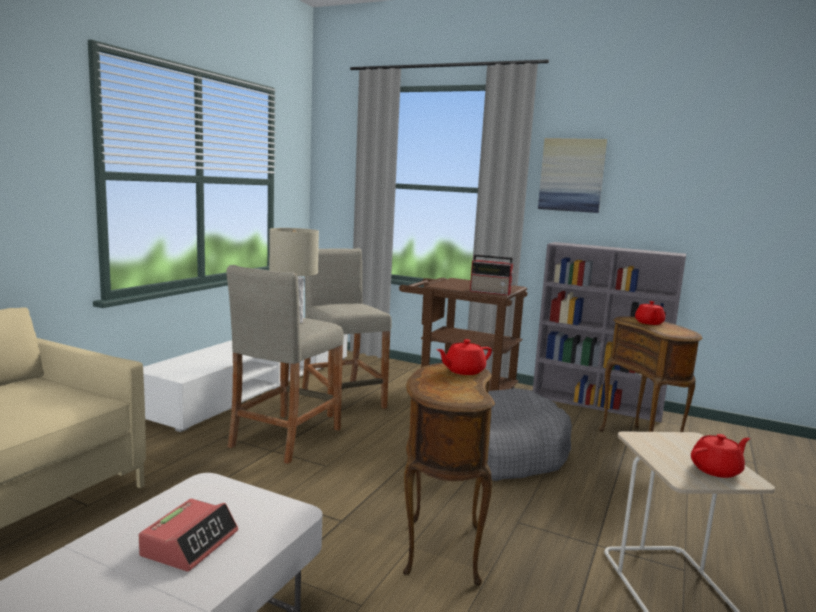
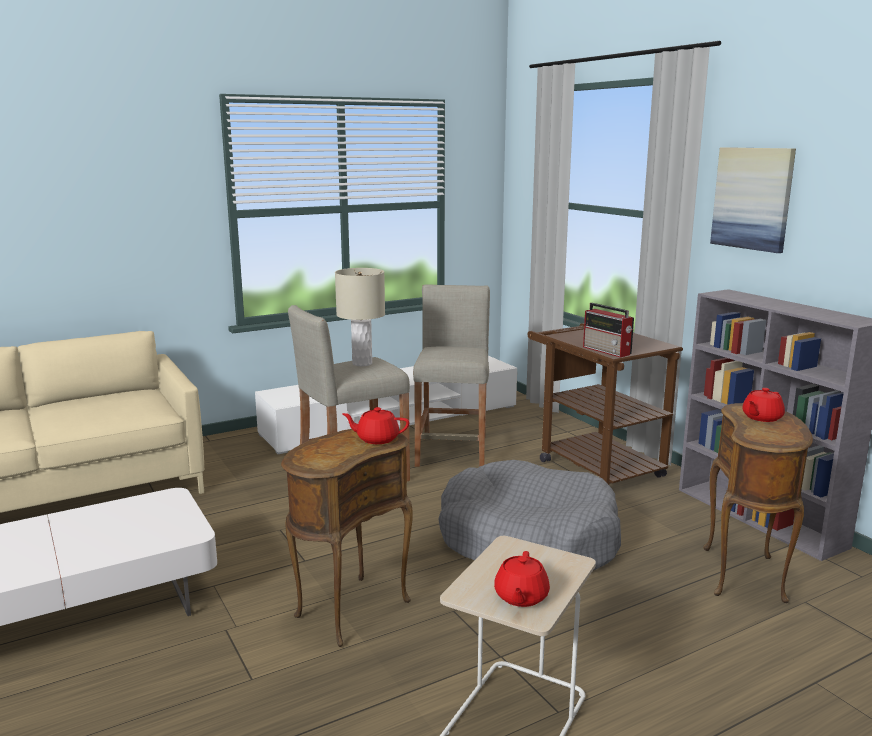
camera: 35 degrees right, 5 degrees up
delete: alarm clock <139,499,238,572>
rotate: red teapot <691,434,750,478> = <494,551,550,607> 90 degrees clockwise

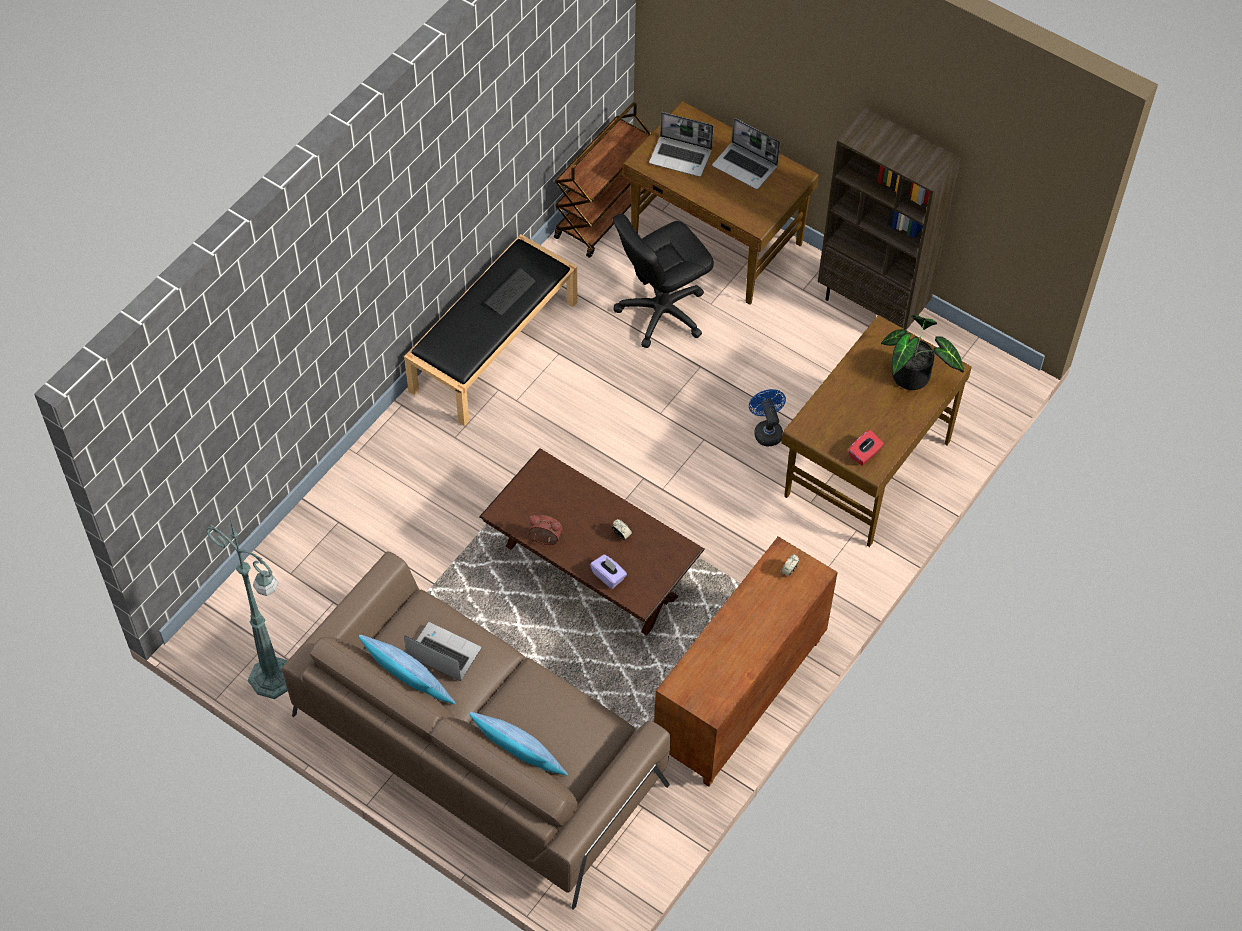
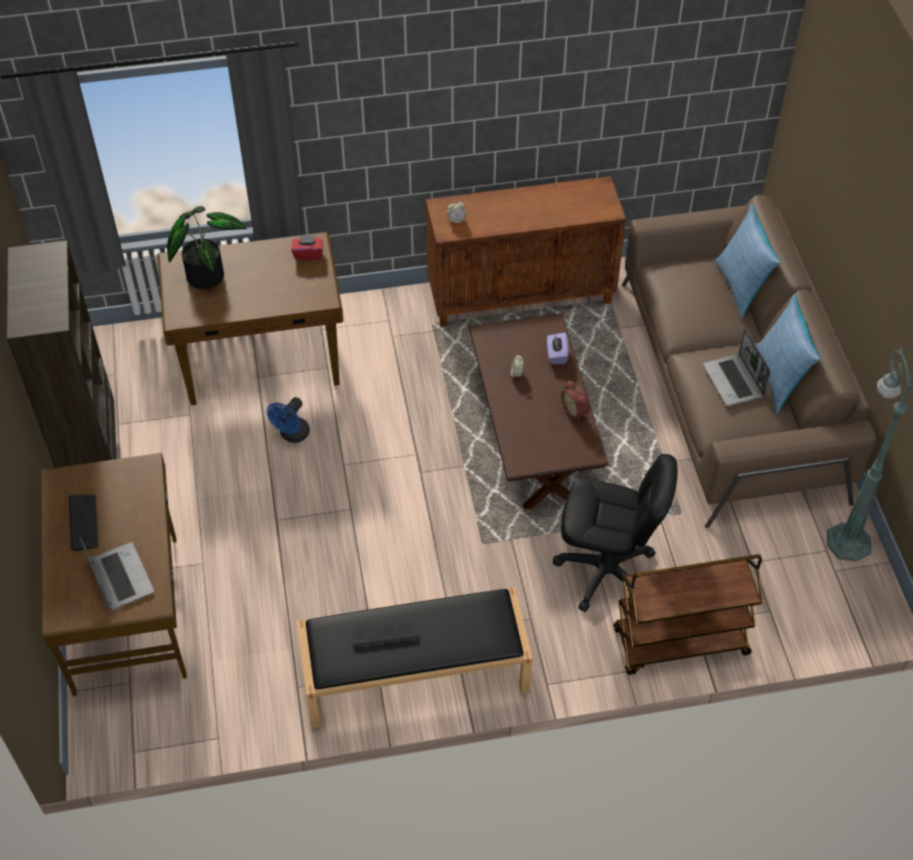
camera: 135 degrees left, 5 degrees down
move: brown cart <554,102,651,258> to <613,555,763,675>; black office chair <613,213,714,348> to <553,454,677,612>
replace: laptop <712,118,780,189> to keyboard <69,495,98,551>

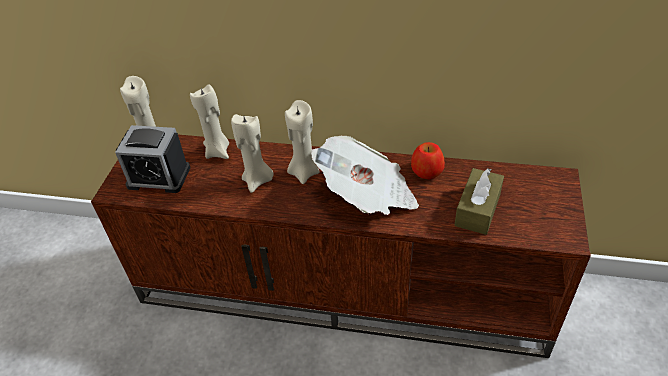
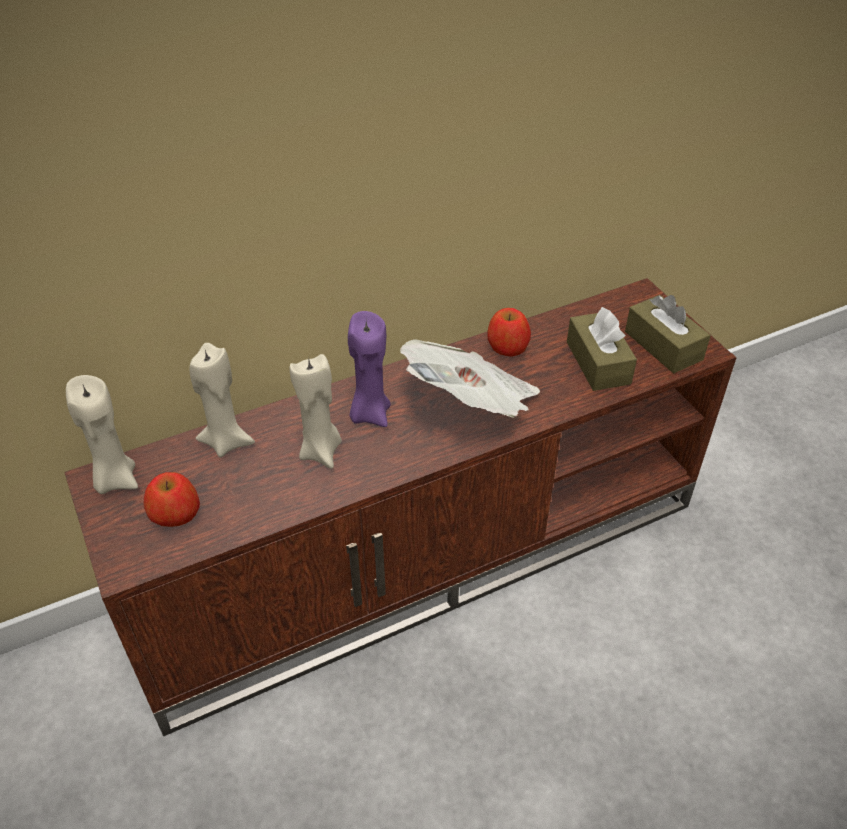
camera: 40 degrees left, 0 degrees up
insert: brown tissue box <625,295,711,373>
replace: alarm clock <115,125,190,193> to apple <144,472,200,527>
recolor: beige candle <285,100,320,184> to purple candle <348,311,391,427>

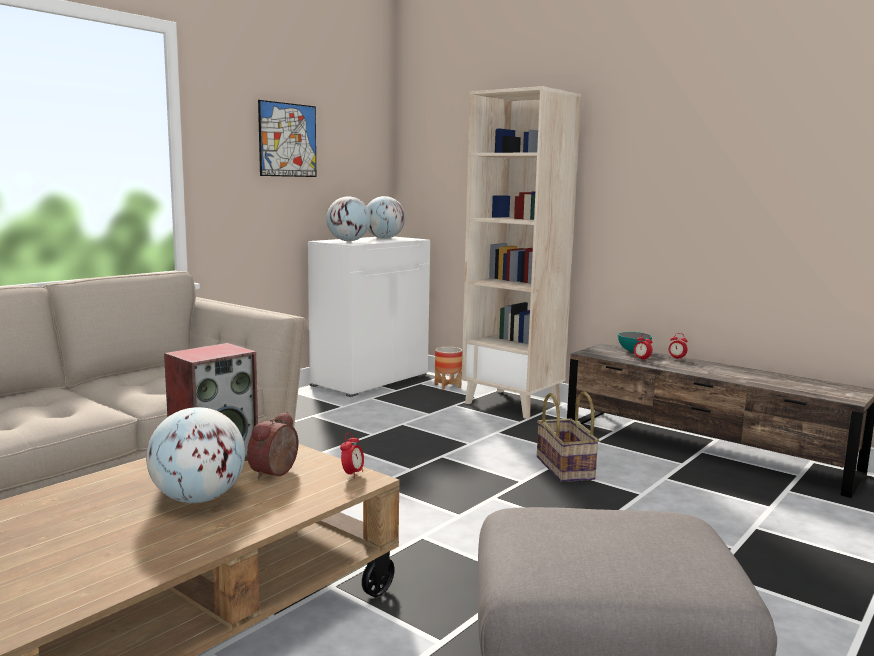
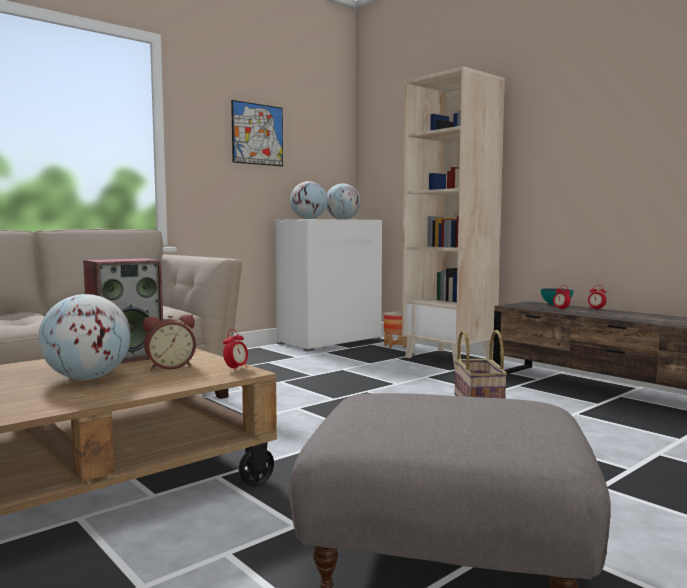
camera: 10 degrees right, 5 degrees down
rotate: alarm clock <247,412,299,480> = <143,314,196,370> 150 degrees counterclockwise

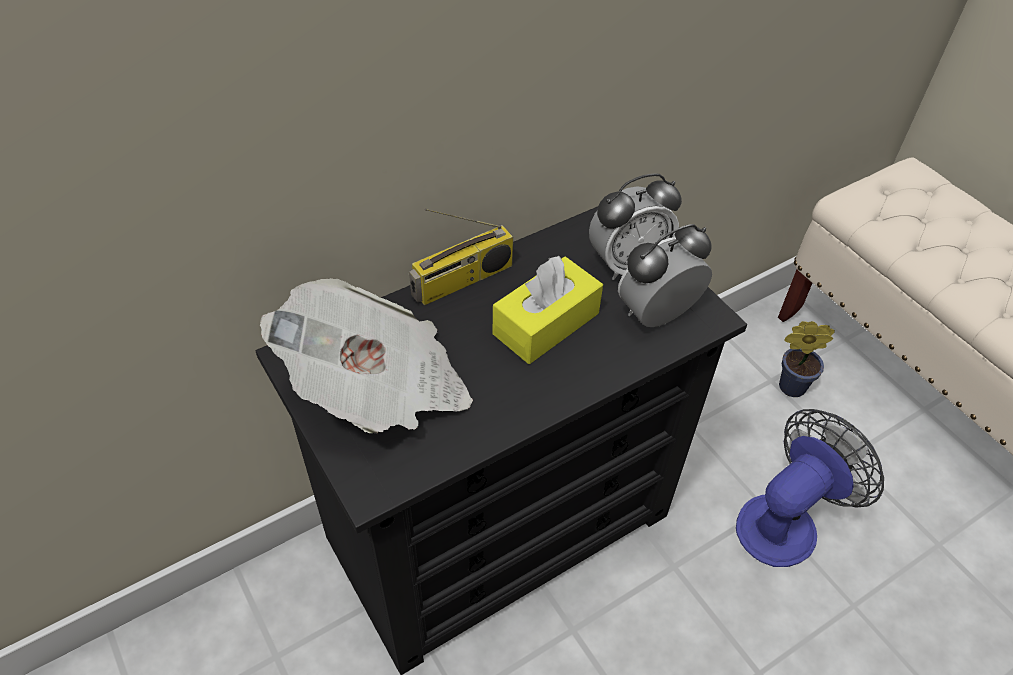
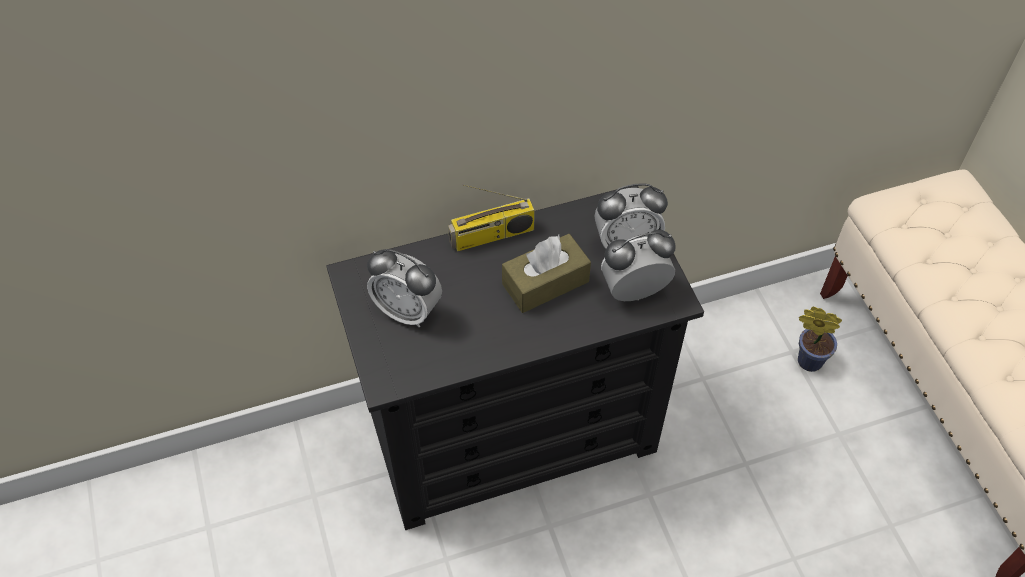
camera: 15 degrees right, 5 degrees up
delete: fan <736,409,884,567>
replace: newspaper <260,278,473,434> to alarm clock <367,249,442,328>
recolor: yellow tissue box <492,256,603,364> to brown tissue box <502,234,591,313>

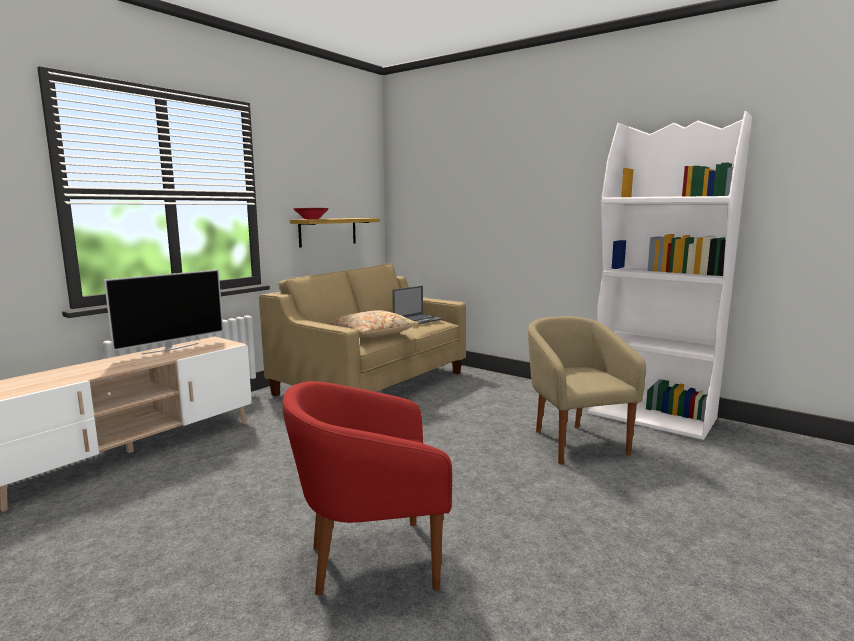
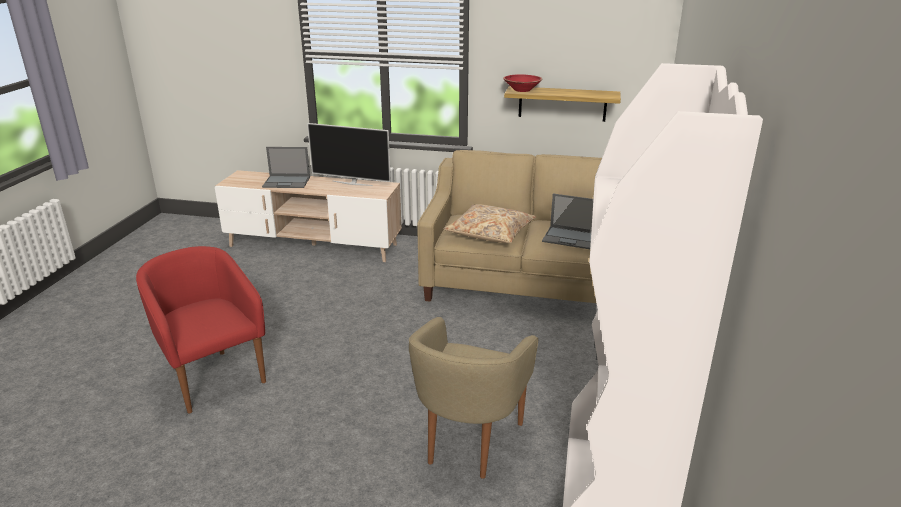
camera: 65 degrees right, 15 degrees up
insert: laptop <262,147,310,188>
rotate: beige armchair <528,316,646,465> = <409,317,538,479> 150 degrees clockwise

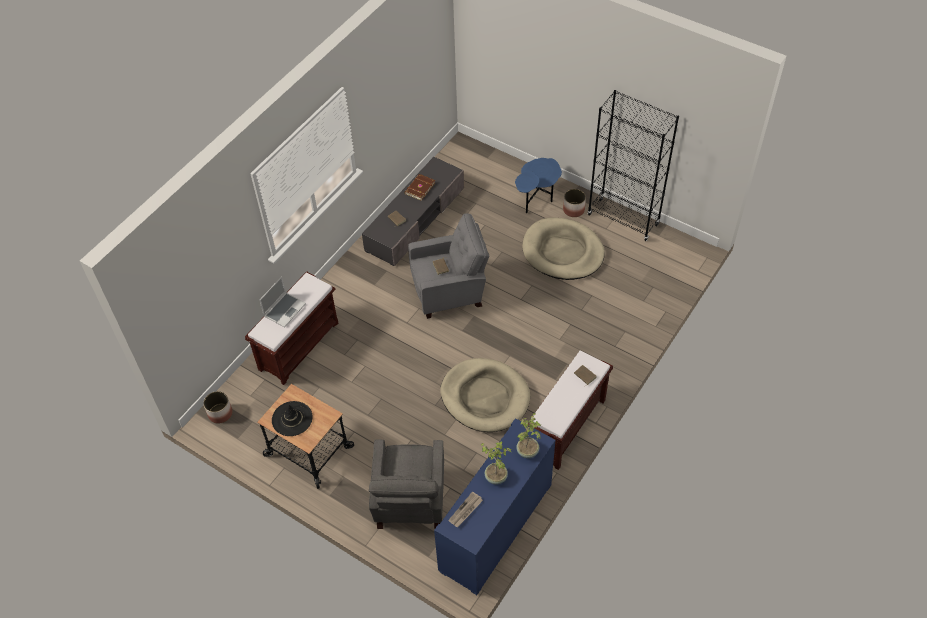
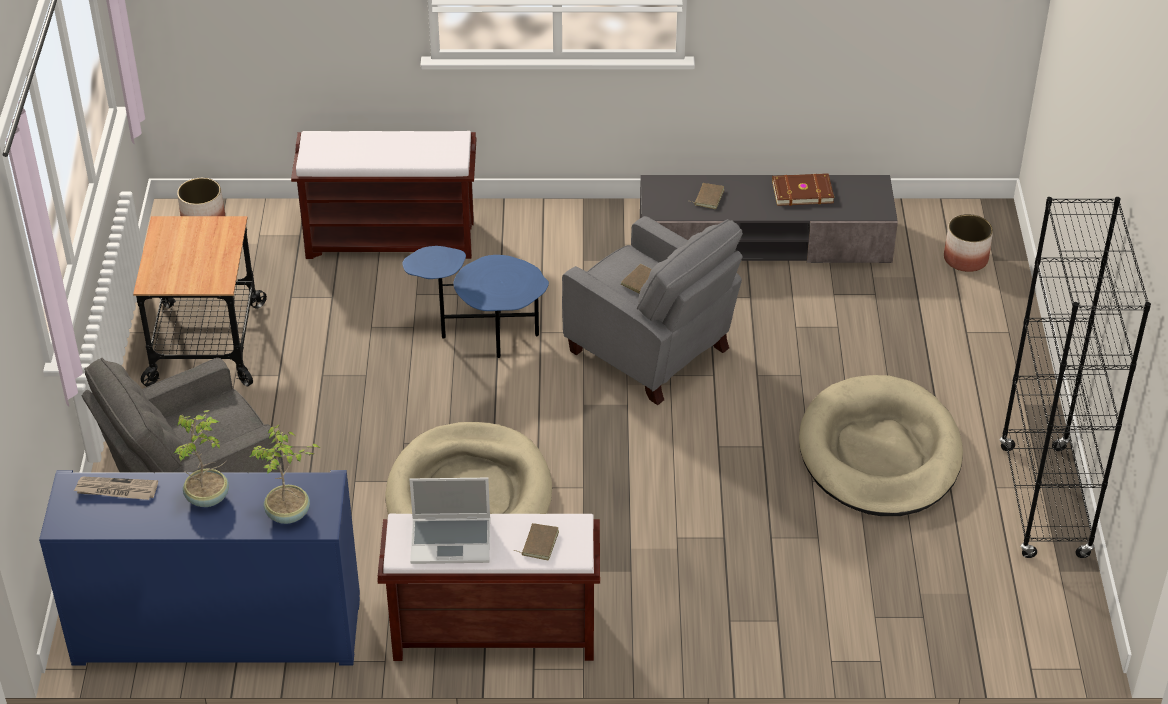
camera: 55 degrees right, 10 degrees down
delete: black hat <272,401,313,436>
move: blue side table <515,158,562,213> to <402,246,549,358>; planter <563,189,586,217> to <944,214,993,272>; laptop <259,276,306,328> to <409,478,490,564>

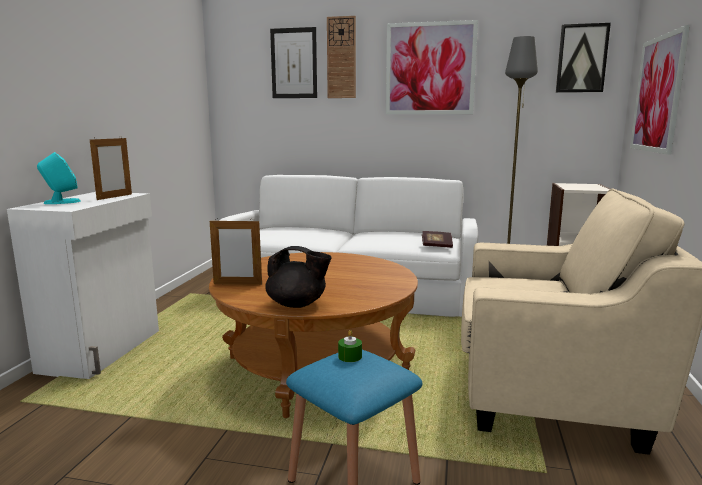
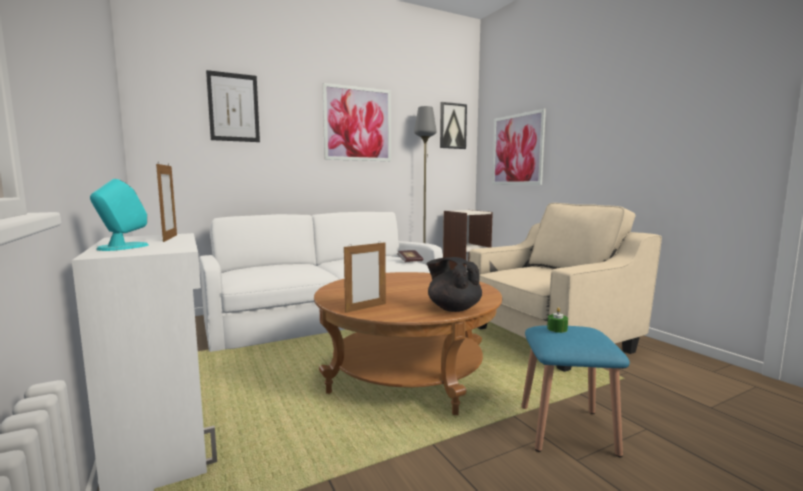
camera: 40 degrees left, 5 degrees down
delete: wall clock <327,16,356,98>
rotate: black teapot <265,246,332,308> = <426,257,482,312> 105 degrees counterclockwise

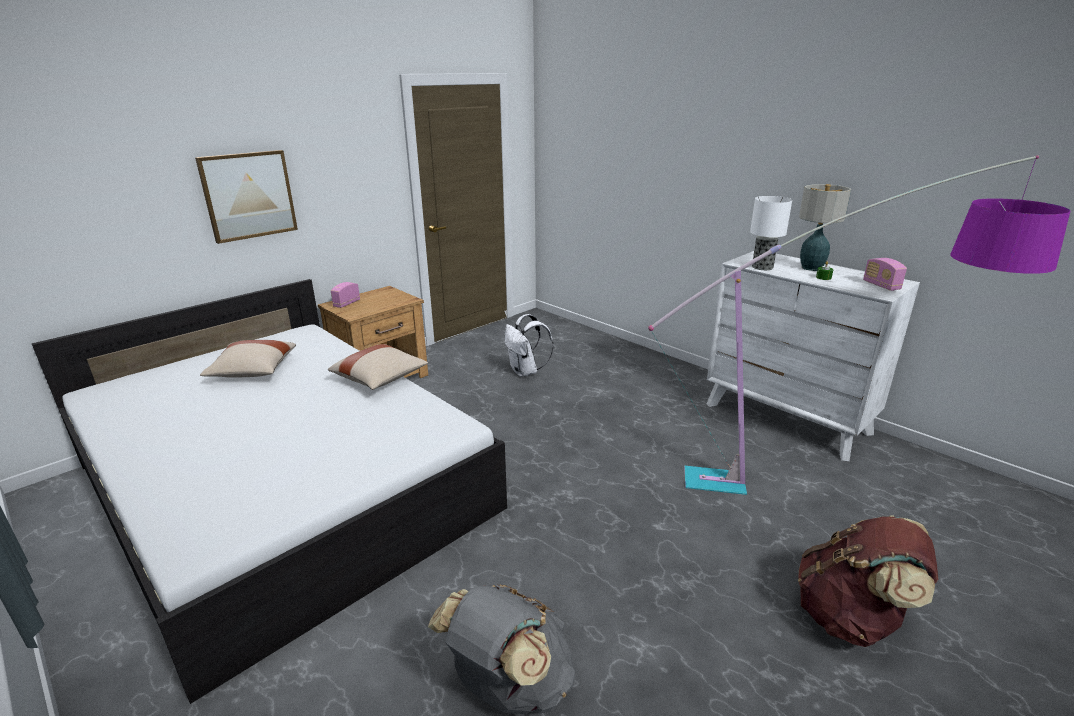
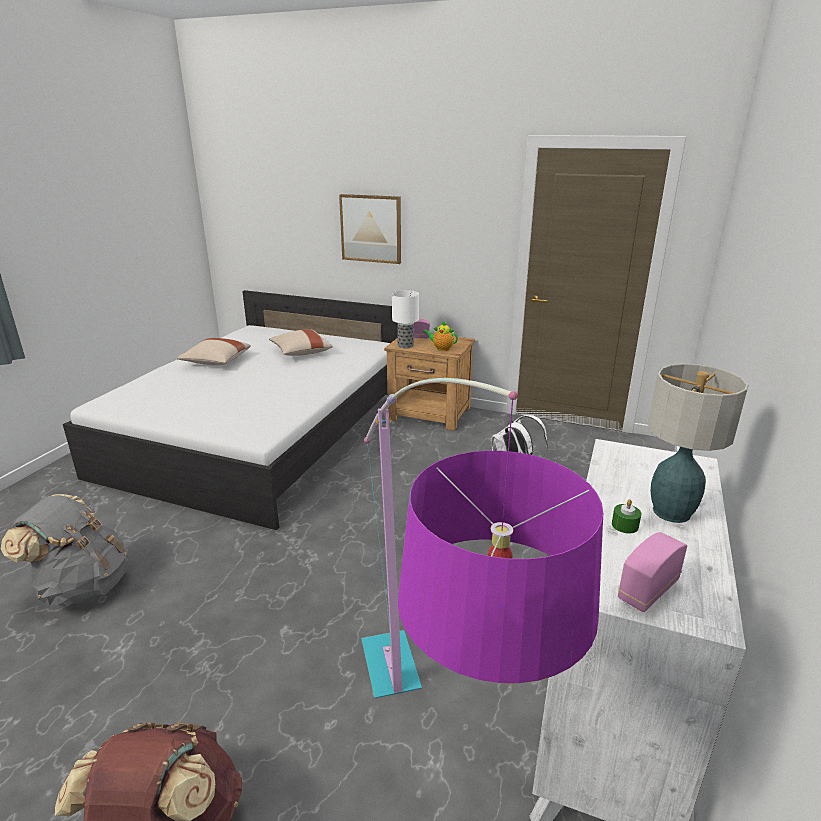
camera: 65 degrees right, 0 degrees up
insert: teapot <423,321,458,351>
move: table lamp <750,196,792,270> to <392,290,419,349>; beige pillow <328,344,428,390> to <177,338,251,365>

